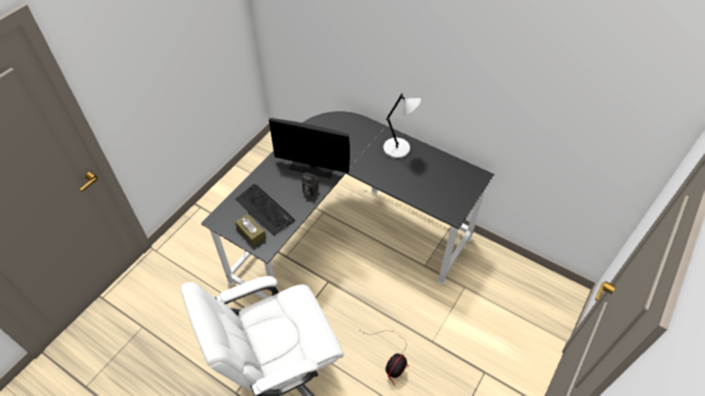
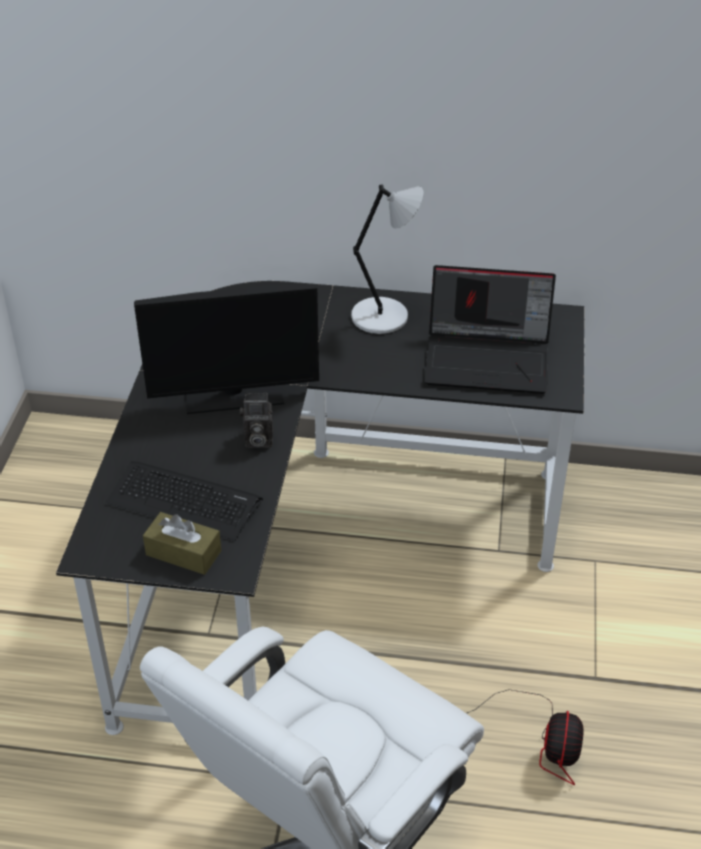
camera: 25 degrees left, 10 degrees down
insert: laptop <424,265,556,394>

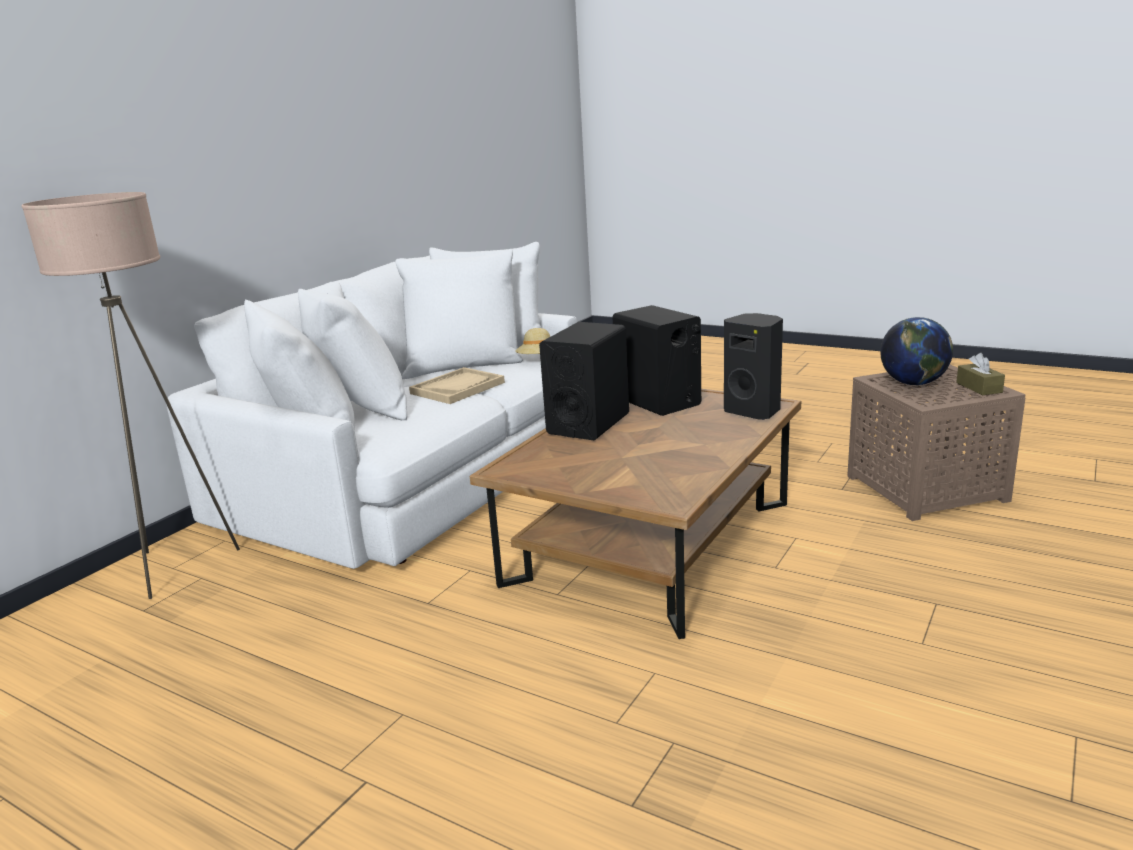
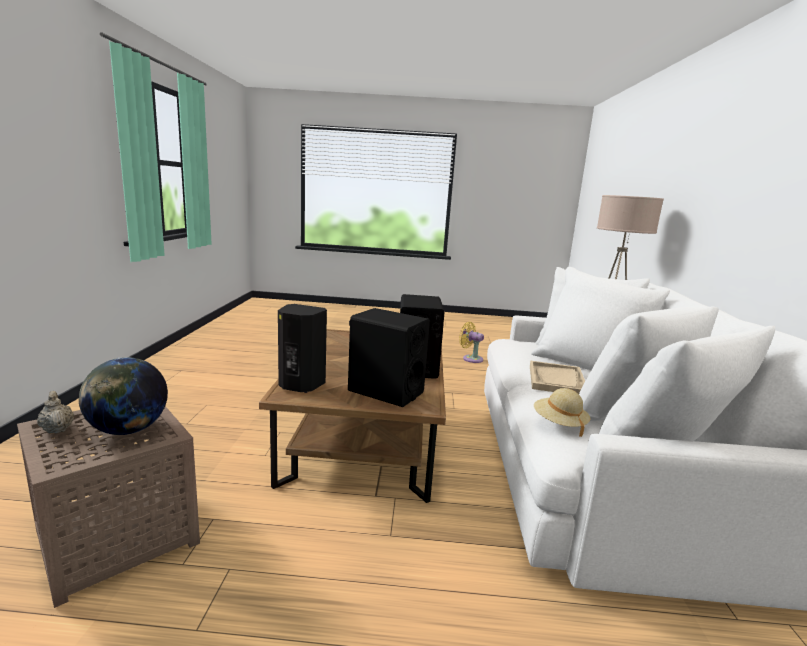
camera: 150 degrees right, 5 degrees down
insert: yellow fan <459,322,484,363>
replace: brown tissue box <956,353,1005,395> to beige teapot <37,391,74,434>

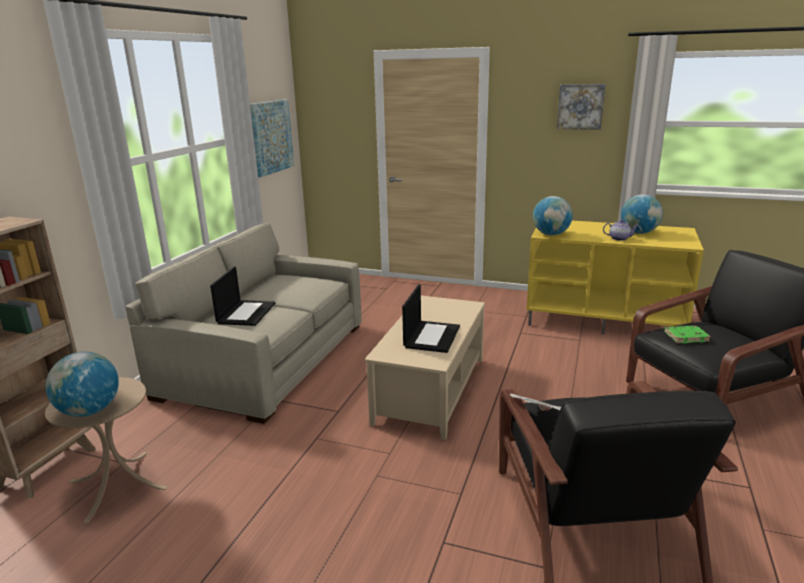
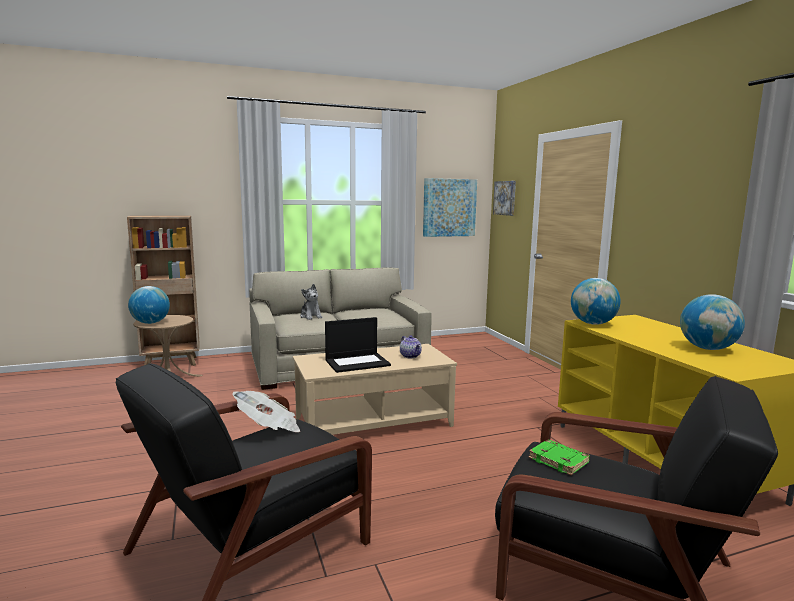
camera: 50 degrees right, 10 degrees down
move: picture <557,84,605,130> to <493,181,516,216>; teapot <603,220,639,241> to <400,335,422,358>
replace: laptop <210,266,275,326> to plush toy <300,284,323,320>

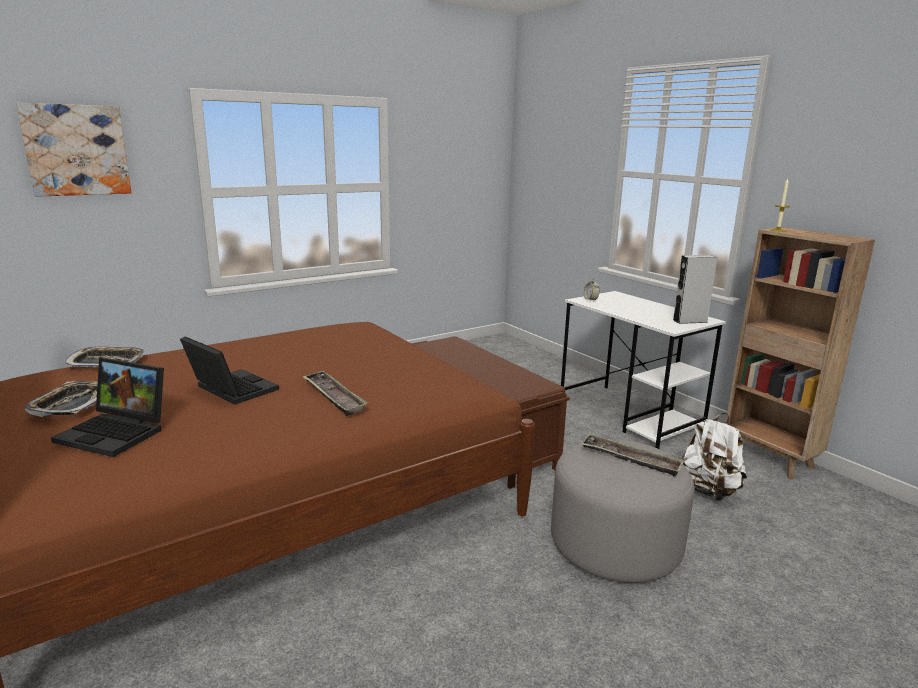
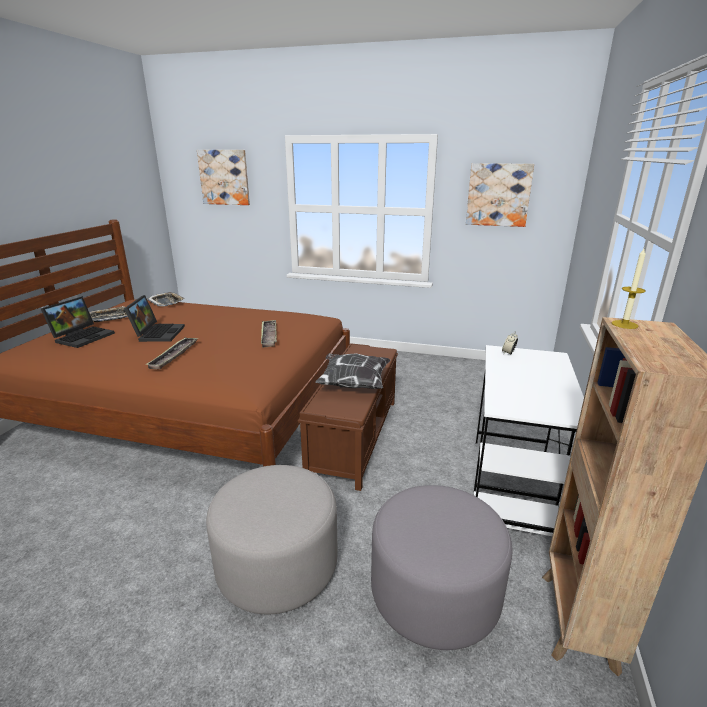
camera: 50 degrees right, 5 degrees up
delete: grey speaker <673,255,717,324>
insert: picture <466,163,534,227>; pillow <315,353,391,389>
move: tray <581,434,685,477> to <261,320,277,347>
replace: white backpack <682,413,747,501> to grey ottoman <371,485,513,650>
rotate: laptop <51,358,164,457> = <41,296,115,348> 135 degrees counterclockwise

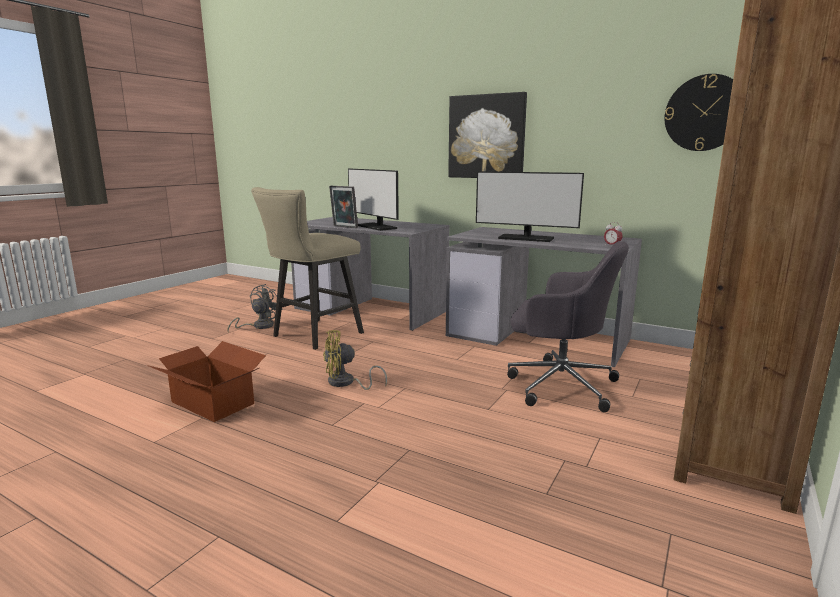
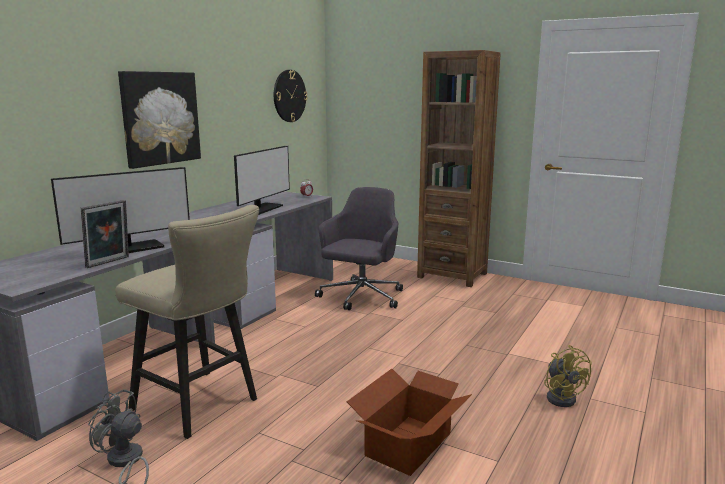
camera: 90 degrees left, 0 degrees up
move: yellow fan <323,330,387,390> to <544,345,592,407>

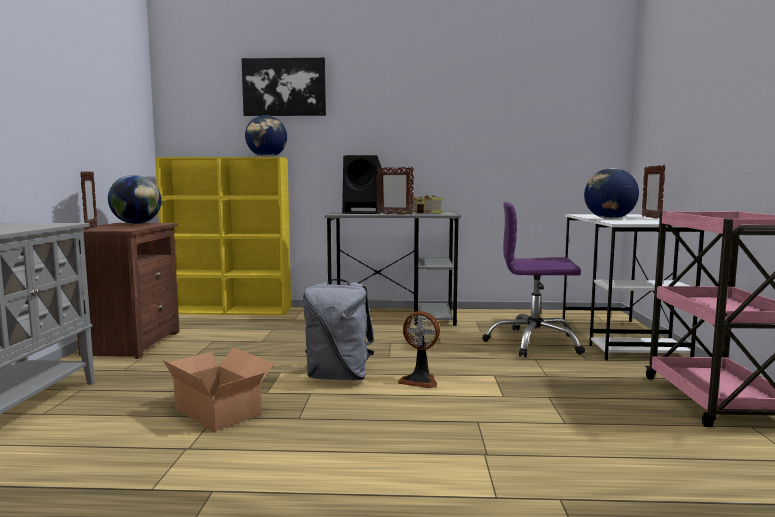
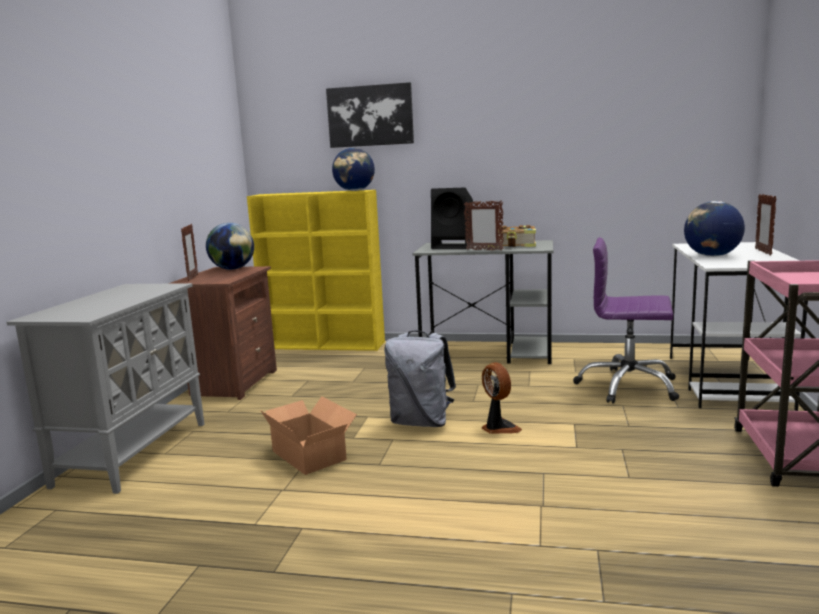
camera: 10 degrees right, 5 degrees up
rotate: fan <398,311,440,388> = <482,362,522,434> 150 degrees counterclockwise

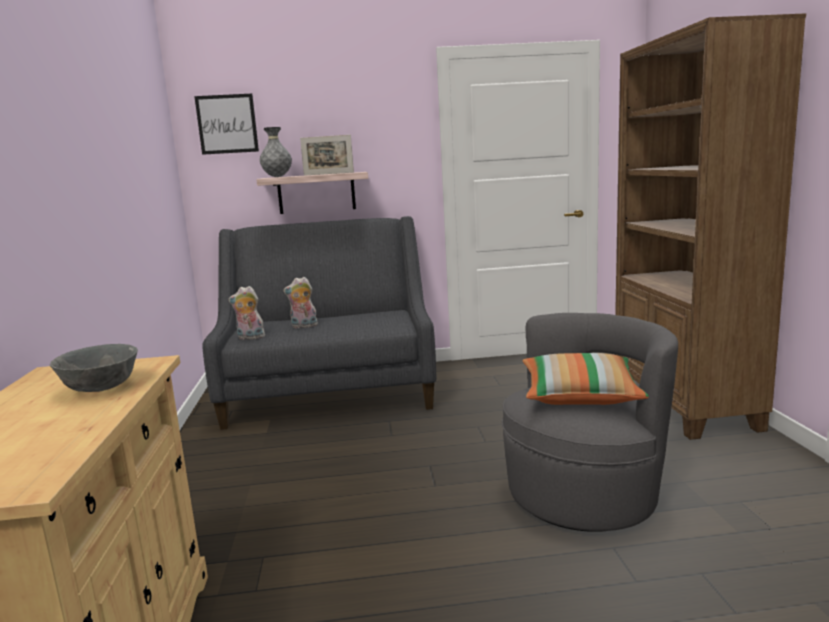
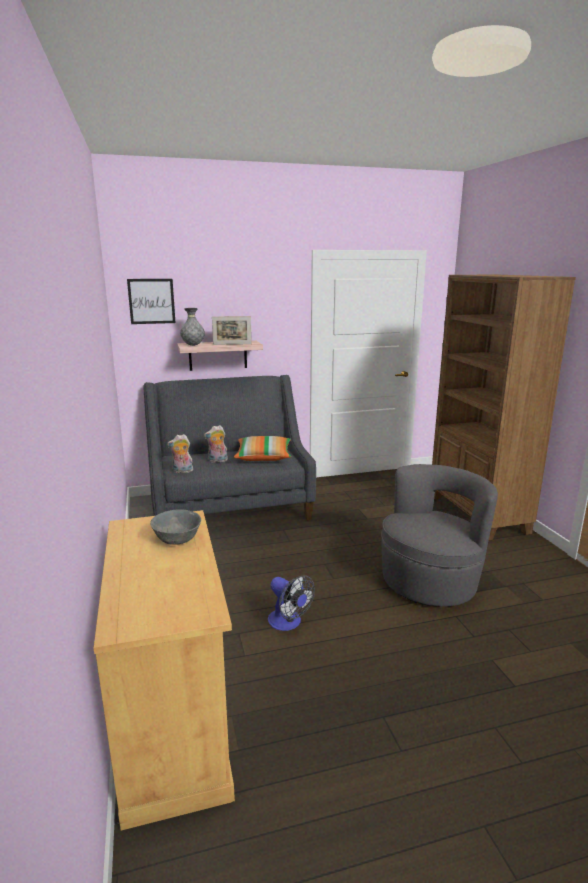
camera: 10 degrees left, 5 degrees up
insert: fan <268,576,315,631>
move: pillow <523,353,649,405> to <234,436,291,461>

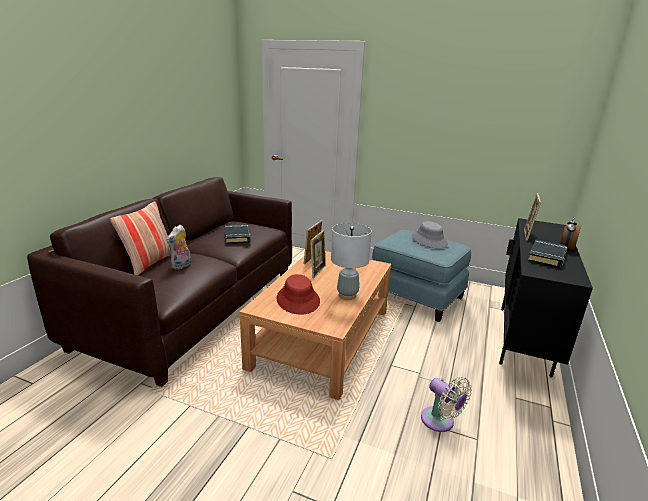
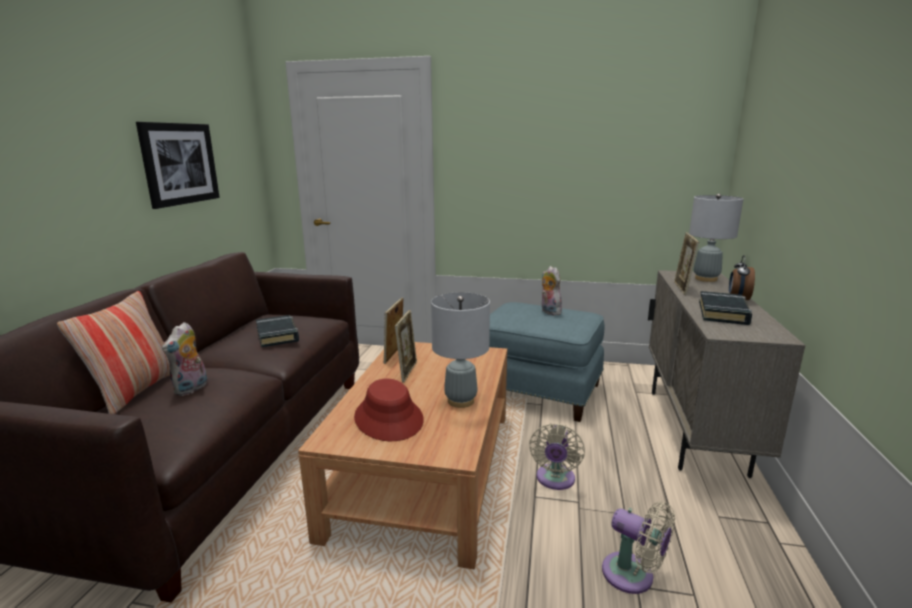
camera: 10 degrees left, 5 degrees down
insert: picture <136,122,220,209>; grey table lamp <689,194,743,282>; beige fan <529,423,585,490>
replace: grey hat <412,221,448,249> to plush toy <541,266,562,315>
recolor: black cabinet <499,218,593,378> to beige cabinet <648,270,806,478>

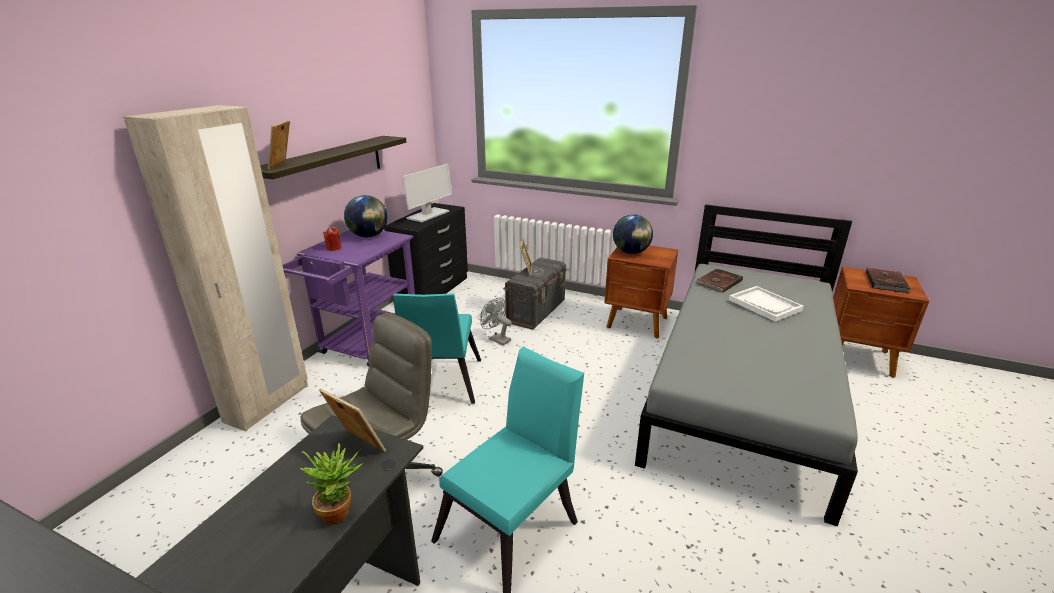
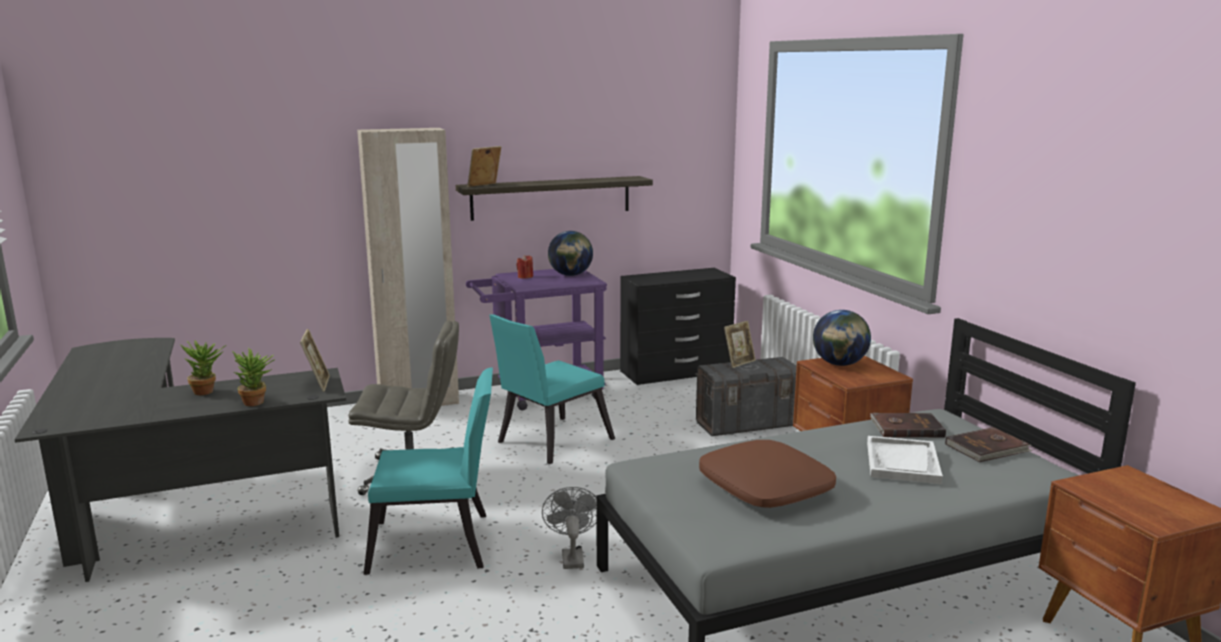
camera: 45 degrees right, 10 degrees down
delete: monitor <402,164,452,222>
insert: potted plant <181,341,226,395>; brown pillow <699,440,836,508>
move: brown book <866,268,910,293> to <945,427,1033,462>; grey fan <480,298,512,346> to <542,487,597,569>

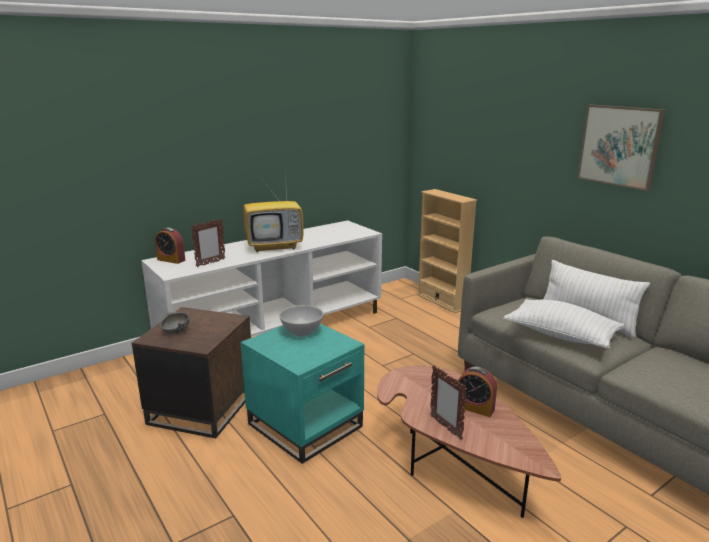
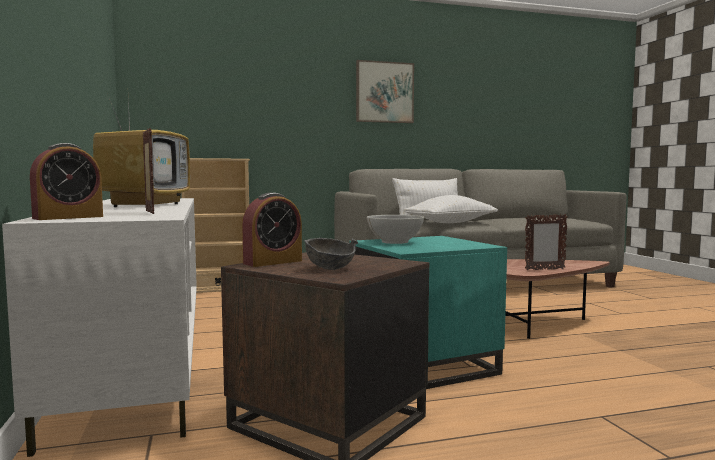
camera: 70 degrees left, 15 degrees down
move: alarm clock <457,367,497,417> to <242,193,302,267>

